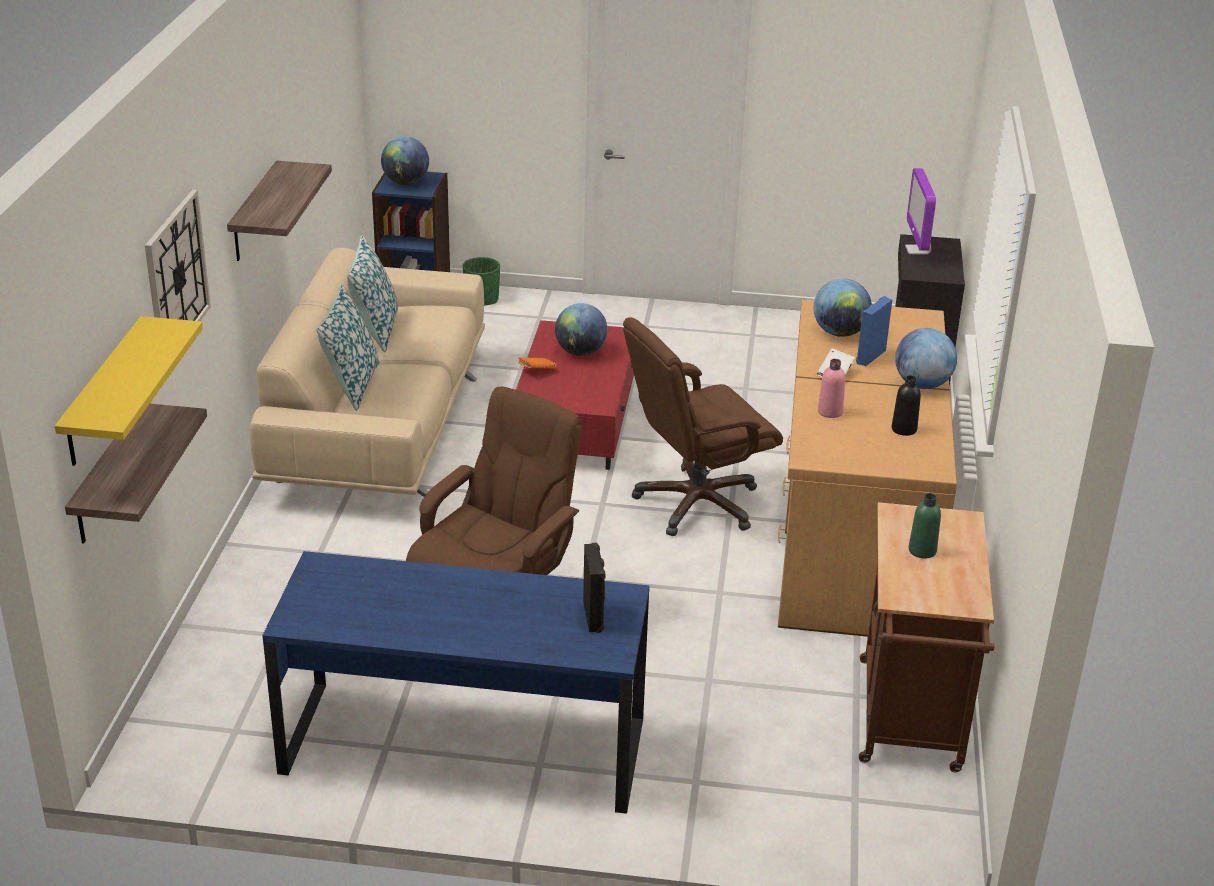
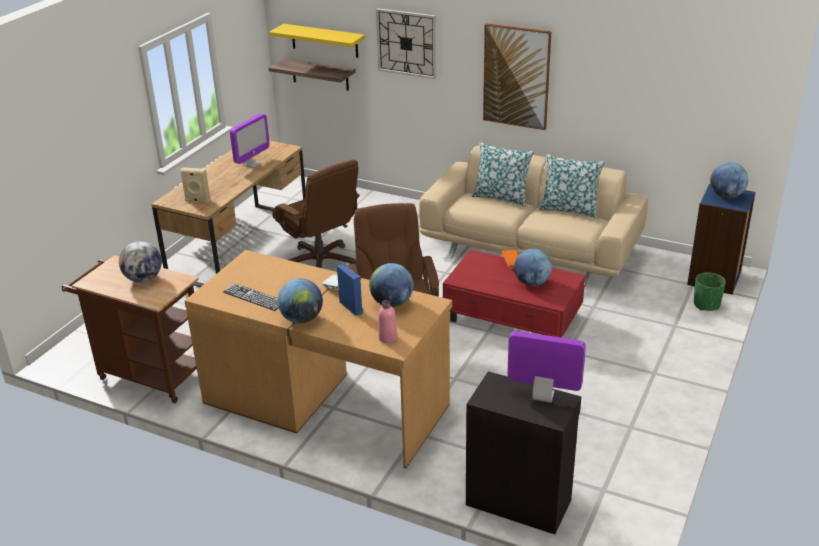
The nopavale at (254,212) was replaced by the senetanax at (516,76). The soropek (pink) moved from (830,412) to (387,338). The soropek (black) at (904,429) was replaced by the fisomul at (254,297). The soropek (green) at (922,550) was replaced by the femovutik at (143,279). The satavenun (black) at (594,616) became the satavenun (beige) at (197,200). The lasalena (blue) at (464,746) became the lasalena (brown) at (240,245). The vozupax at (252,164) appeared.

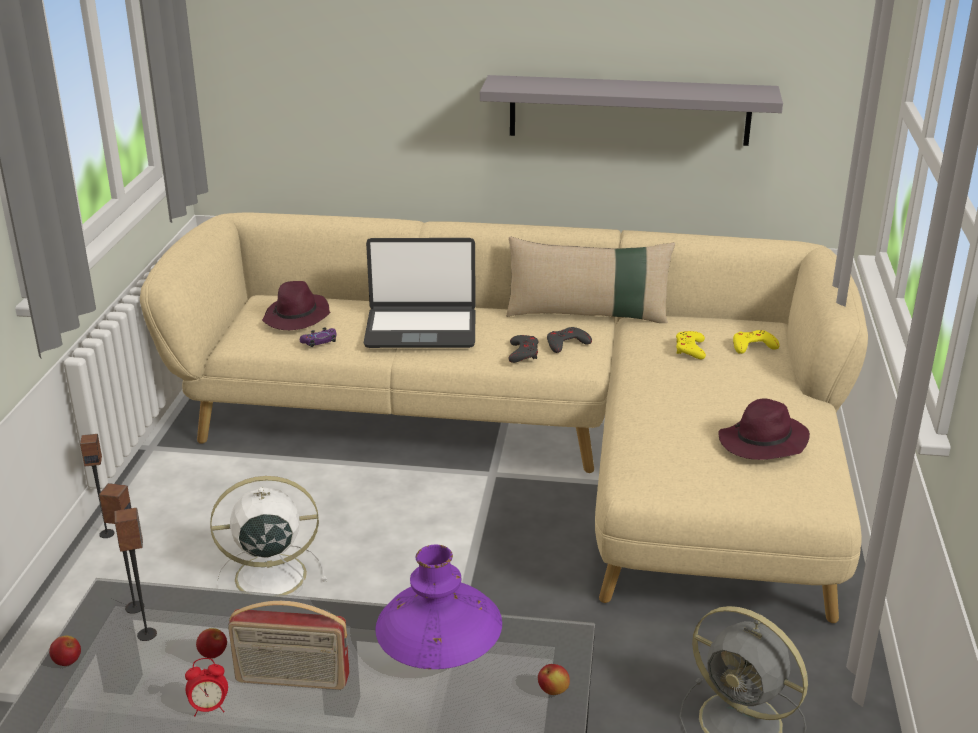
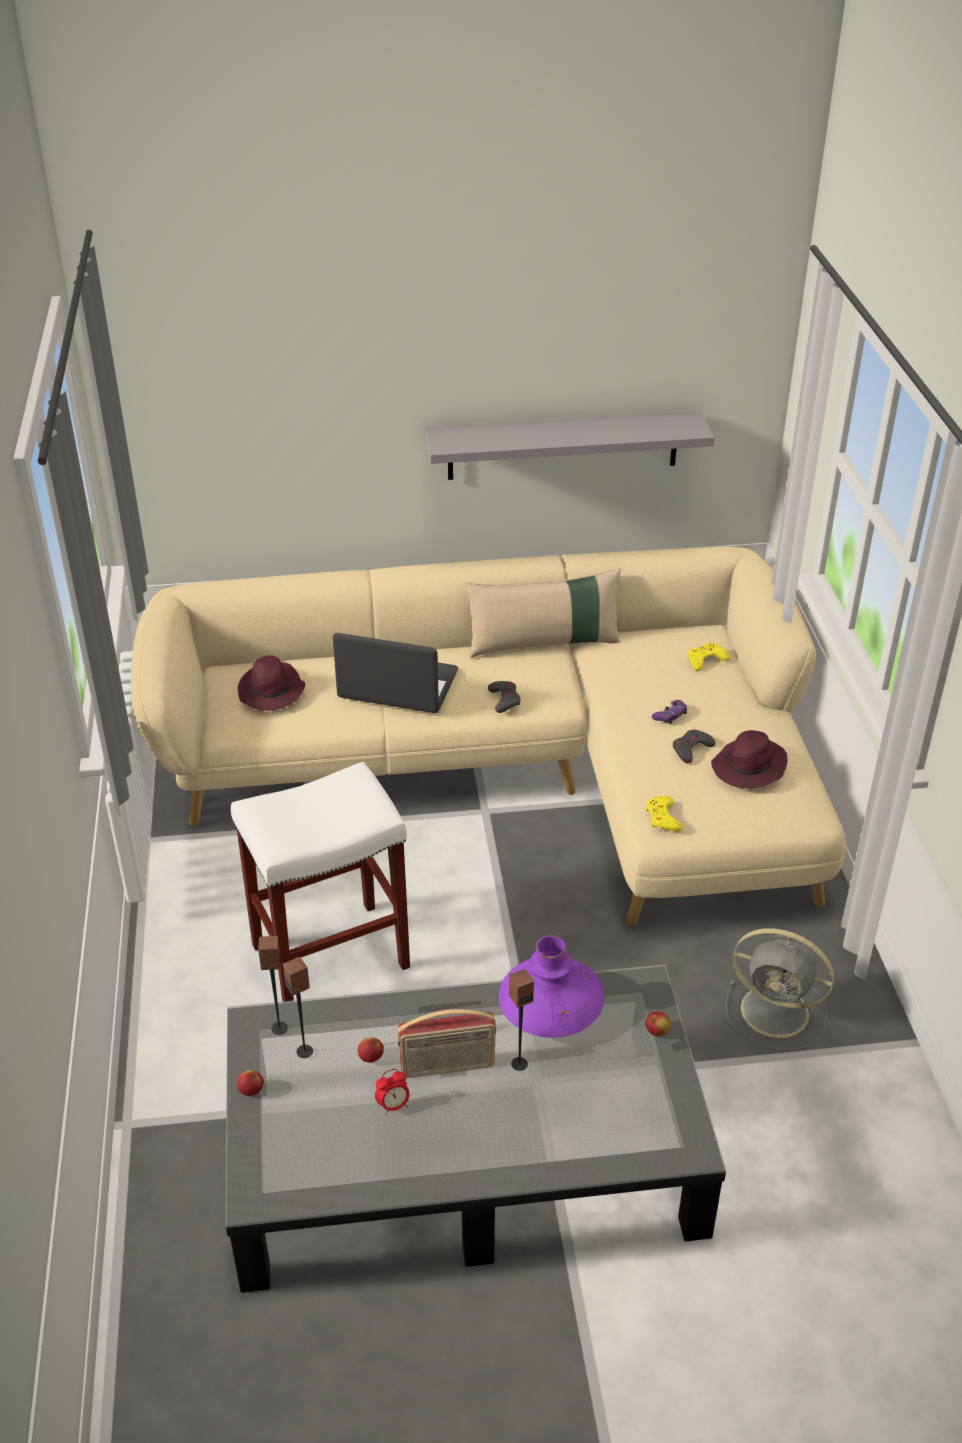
The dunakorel at (421,329) turned 150 degrees counterclockwise. The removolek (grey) moved from (566,343) to (691,749). The removolek (purple) moved from (319,342) to (670,715). The removolek (yellow) moved from (690,349) to (663,818). The satavenun moved from (107,533) to (519,1063). The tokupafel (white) at (267,577) was replaced by the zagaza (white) at (329,957).

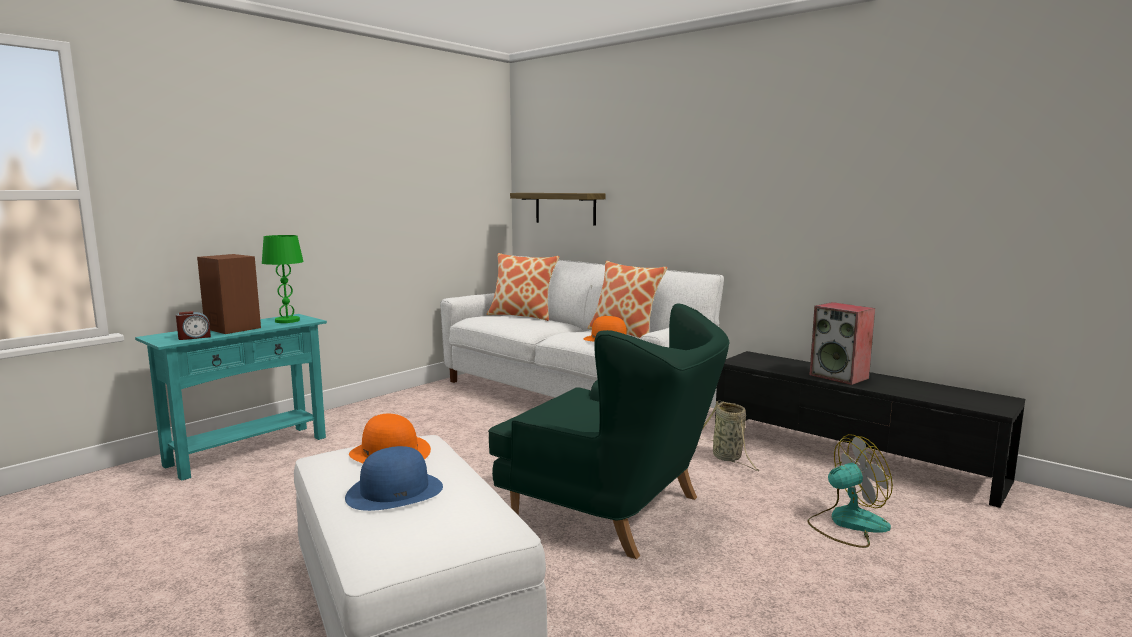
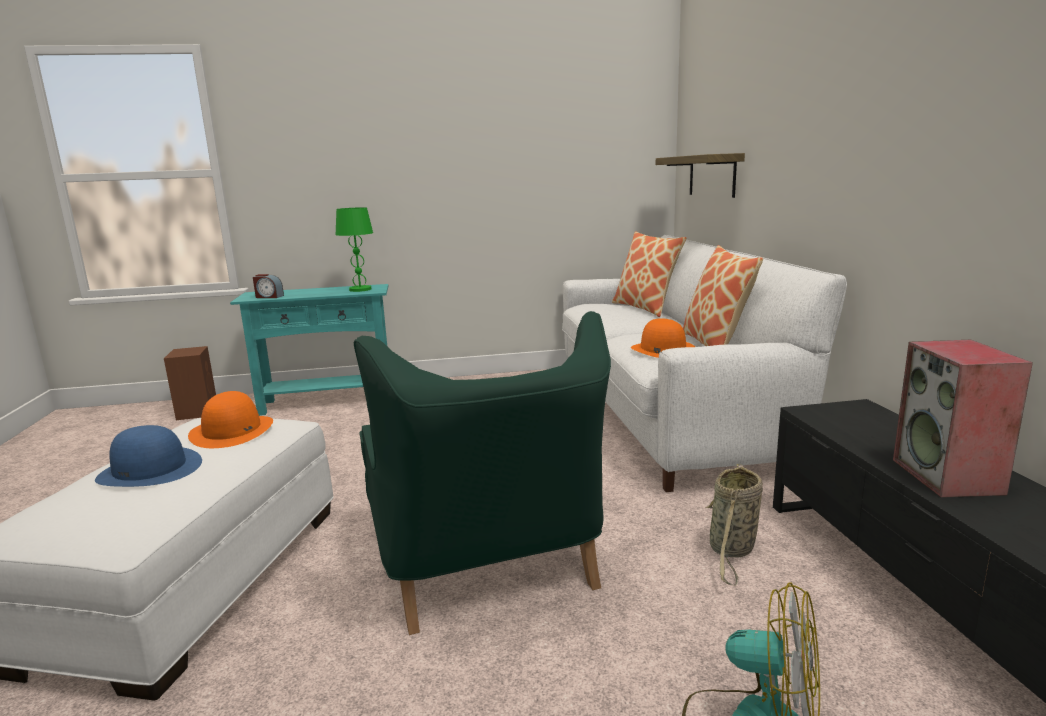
The satavenun (brown) moved from (232,328) to (197,411).

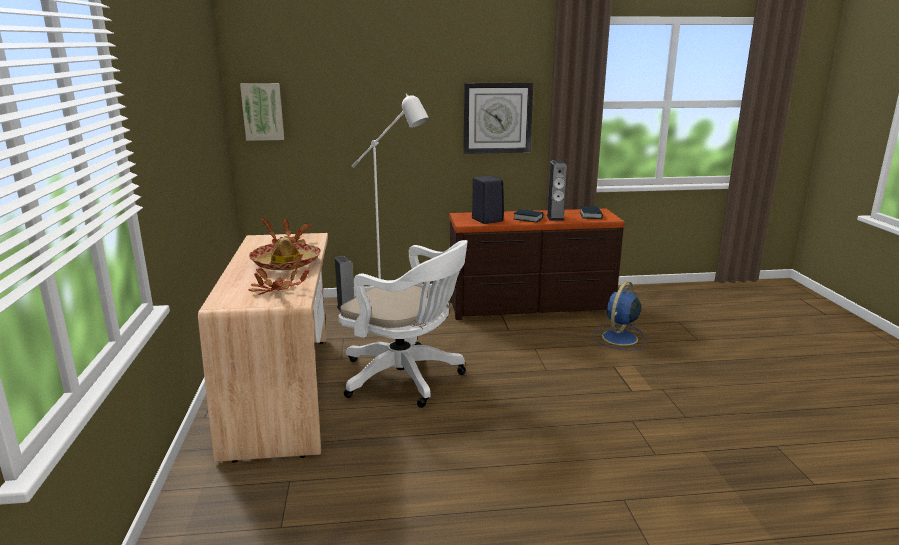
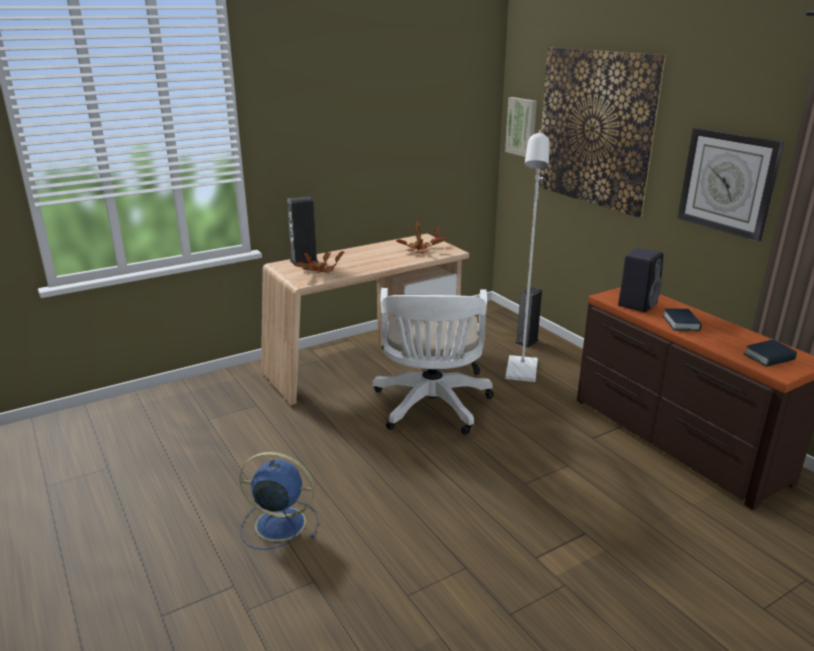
The satavenun moved from (555,217) to (304,261). The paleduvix at (286,264) disappeared. The tokupafel (blue) moved from (619,338) to (278,524). The senetanax at (595,128) appeared.

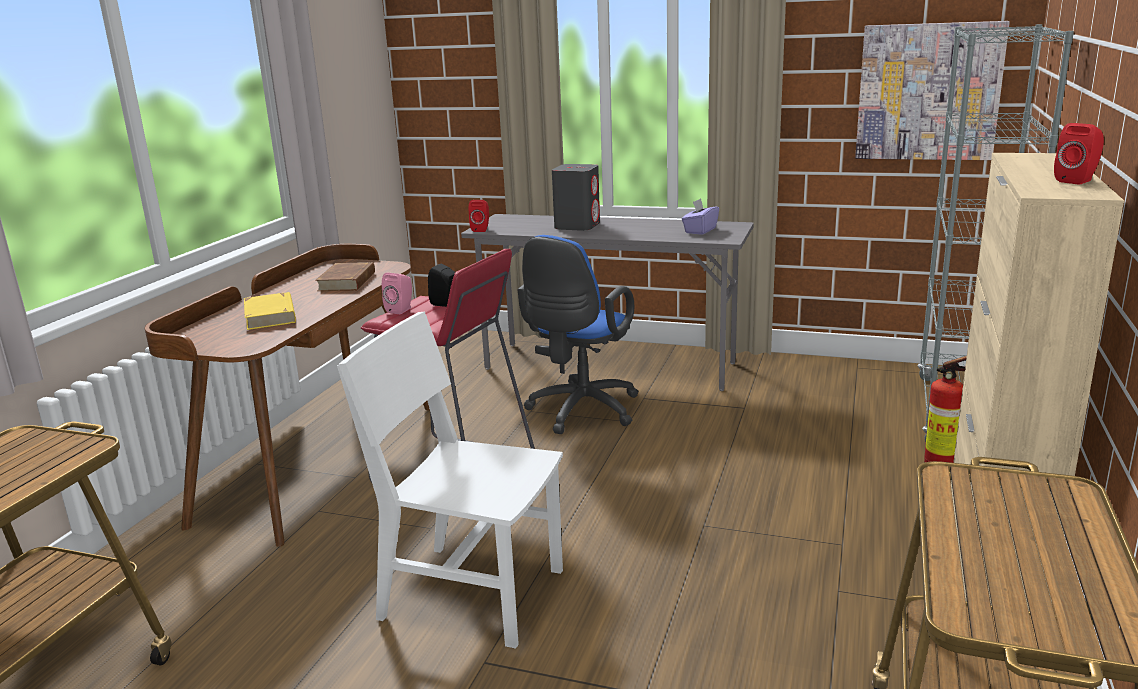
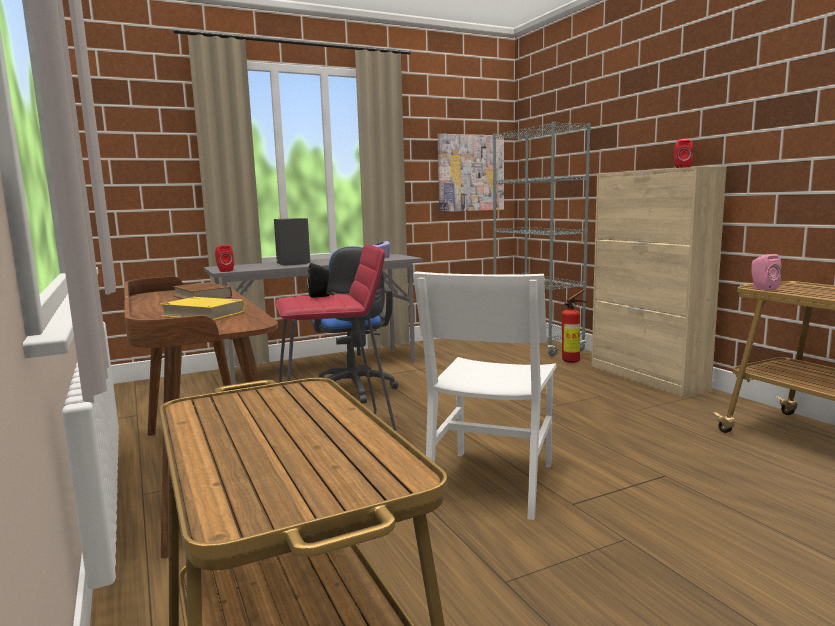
The satavenun (pink) moved from (401,310) to (762,288). The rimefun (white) at (472,593) turned 45 degrees counterclockwise.

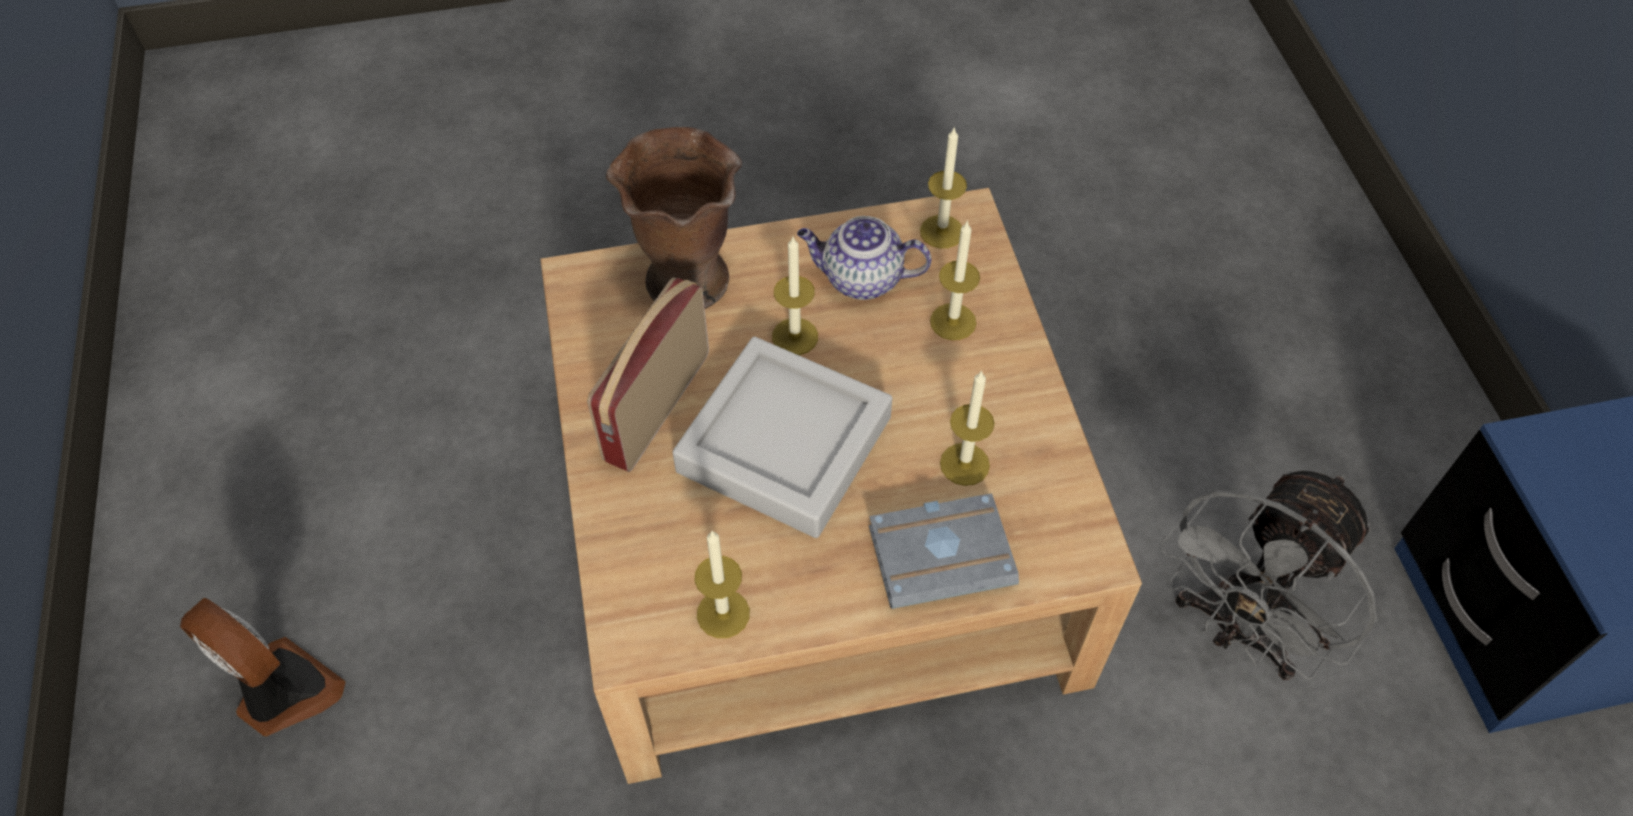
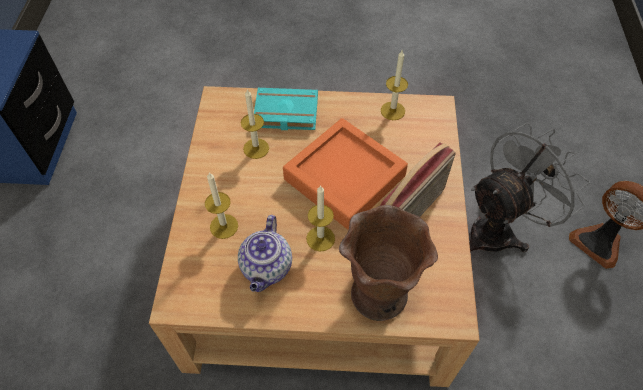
The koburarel at (941,231) disappeared. The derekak at (860,279) turned 75 degrees clockwise. The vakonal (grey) at (784,444) became the vakonal (orange) at (344,177). The tokupafel (grey) moved from (1237,630) to (498,230). The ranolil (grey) at (943,552) became the ranolil (turquoise) at (284,114).

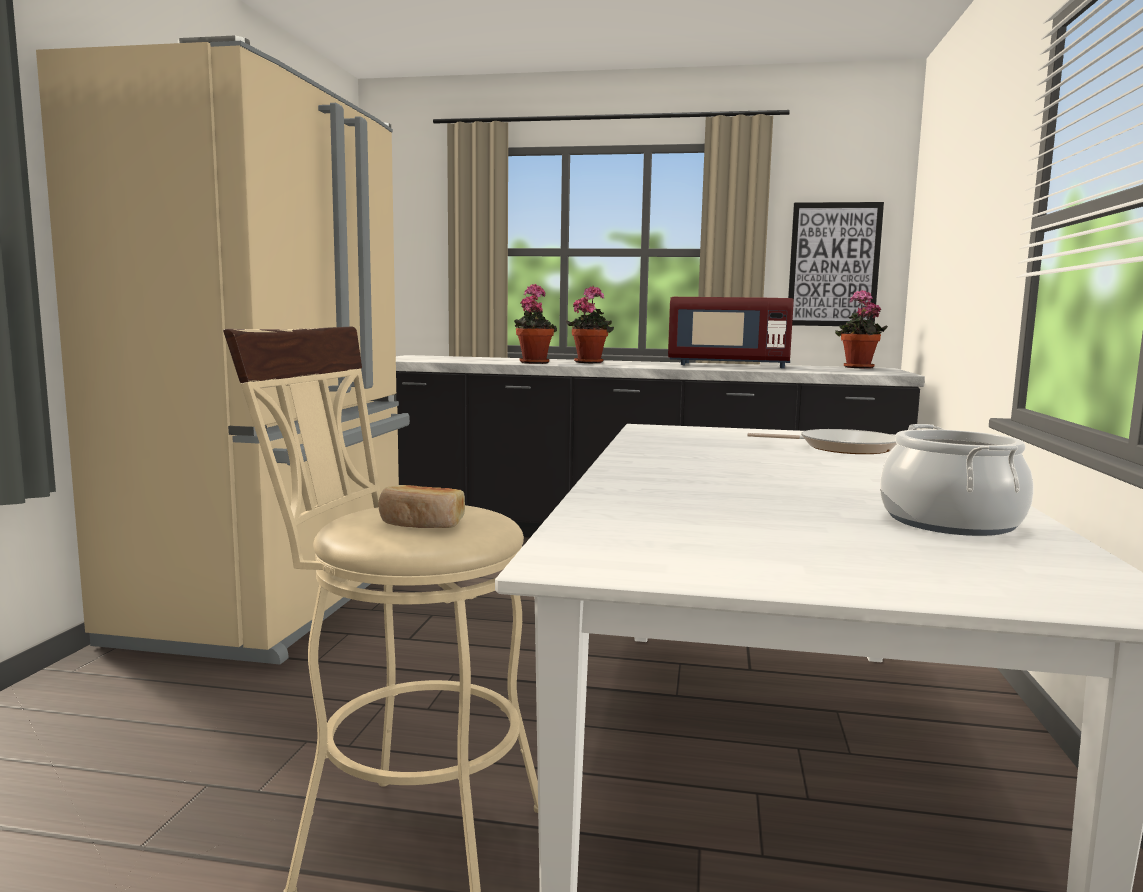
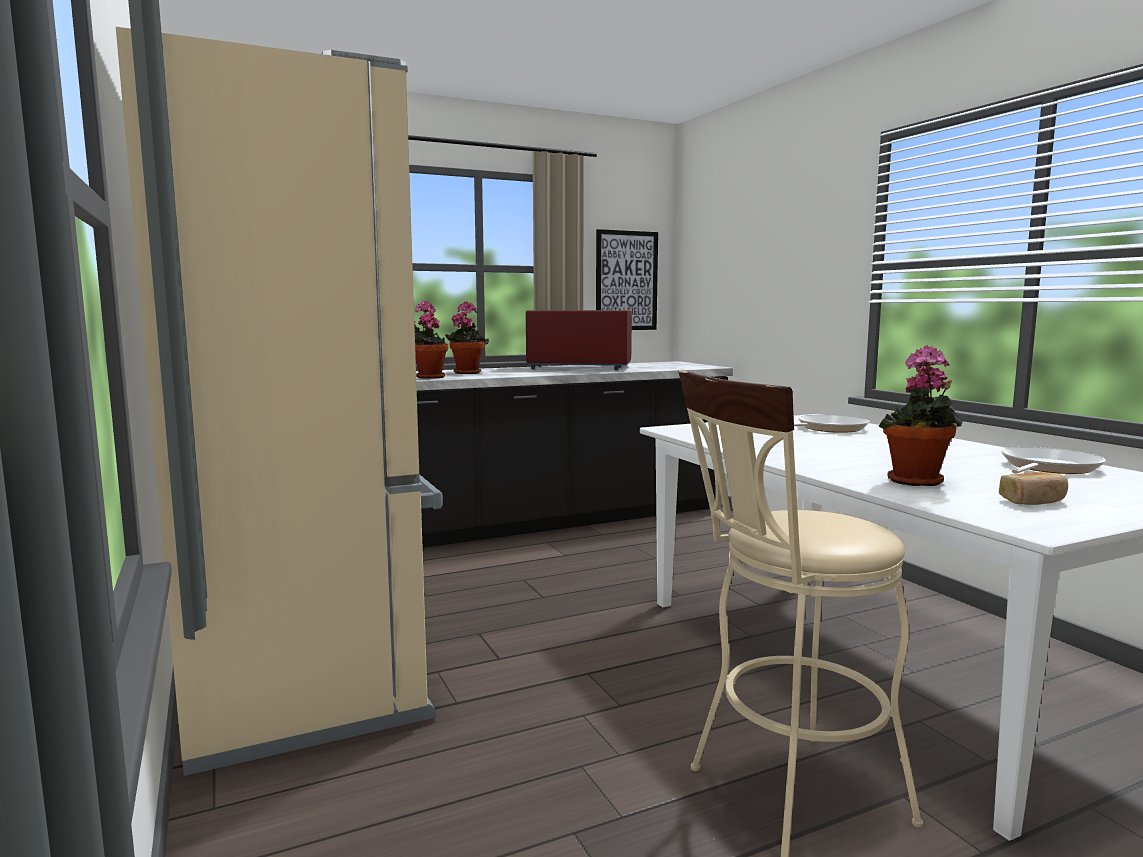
The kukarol moved from (857,367) to (917,482). The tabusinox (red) at (729,365) turned 150 degrees counterclockwise. The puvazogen at (950,522) was replaced by the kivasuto at (1047,467). The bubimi moved from (422,524) to (1033,501).

